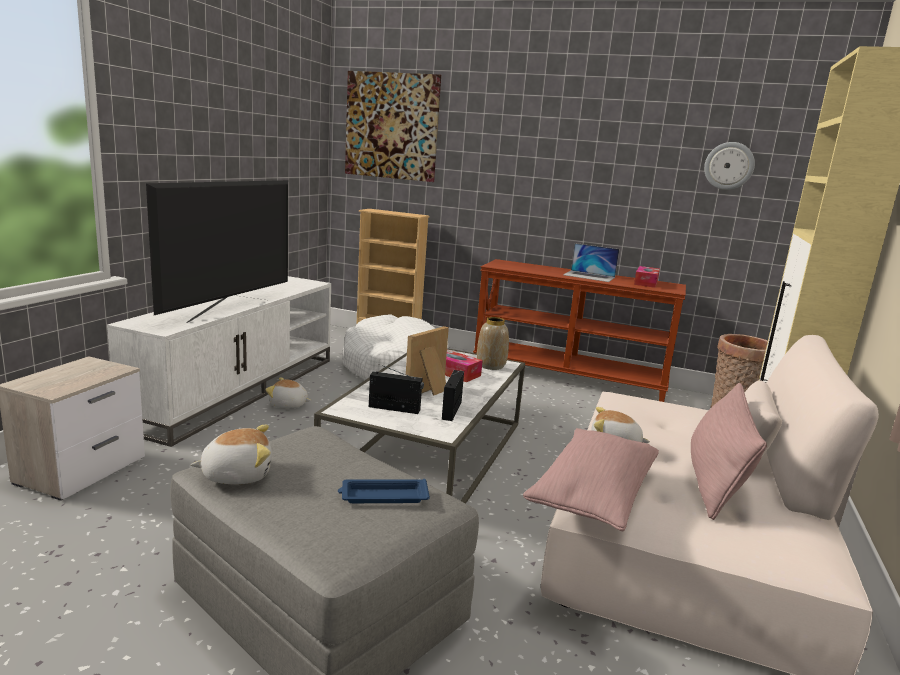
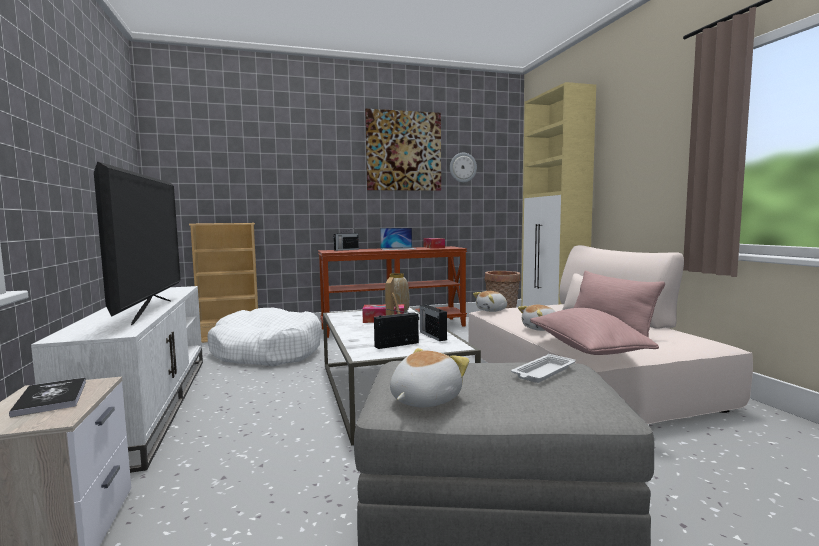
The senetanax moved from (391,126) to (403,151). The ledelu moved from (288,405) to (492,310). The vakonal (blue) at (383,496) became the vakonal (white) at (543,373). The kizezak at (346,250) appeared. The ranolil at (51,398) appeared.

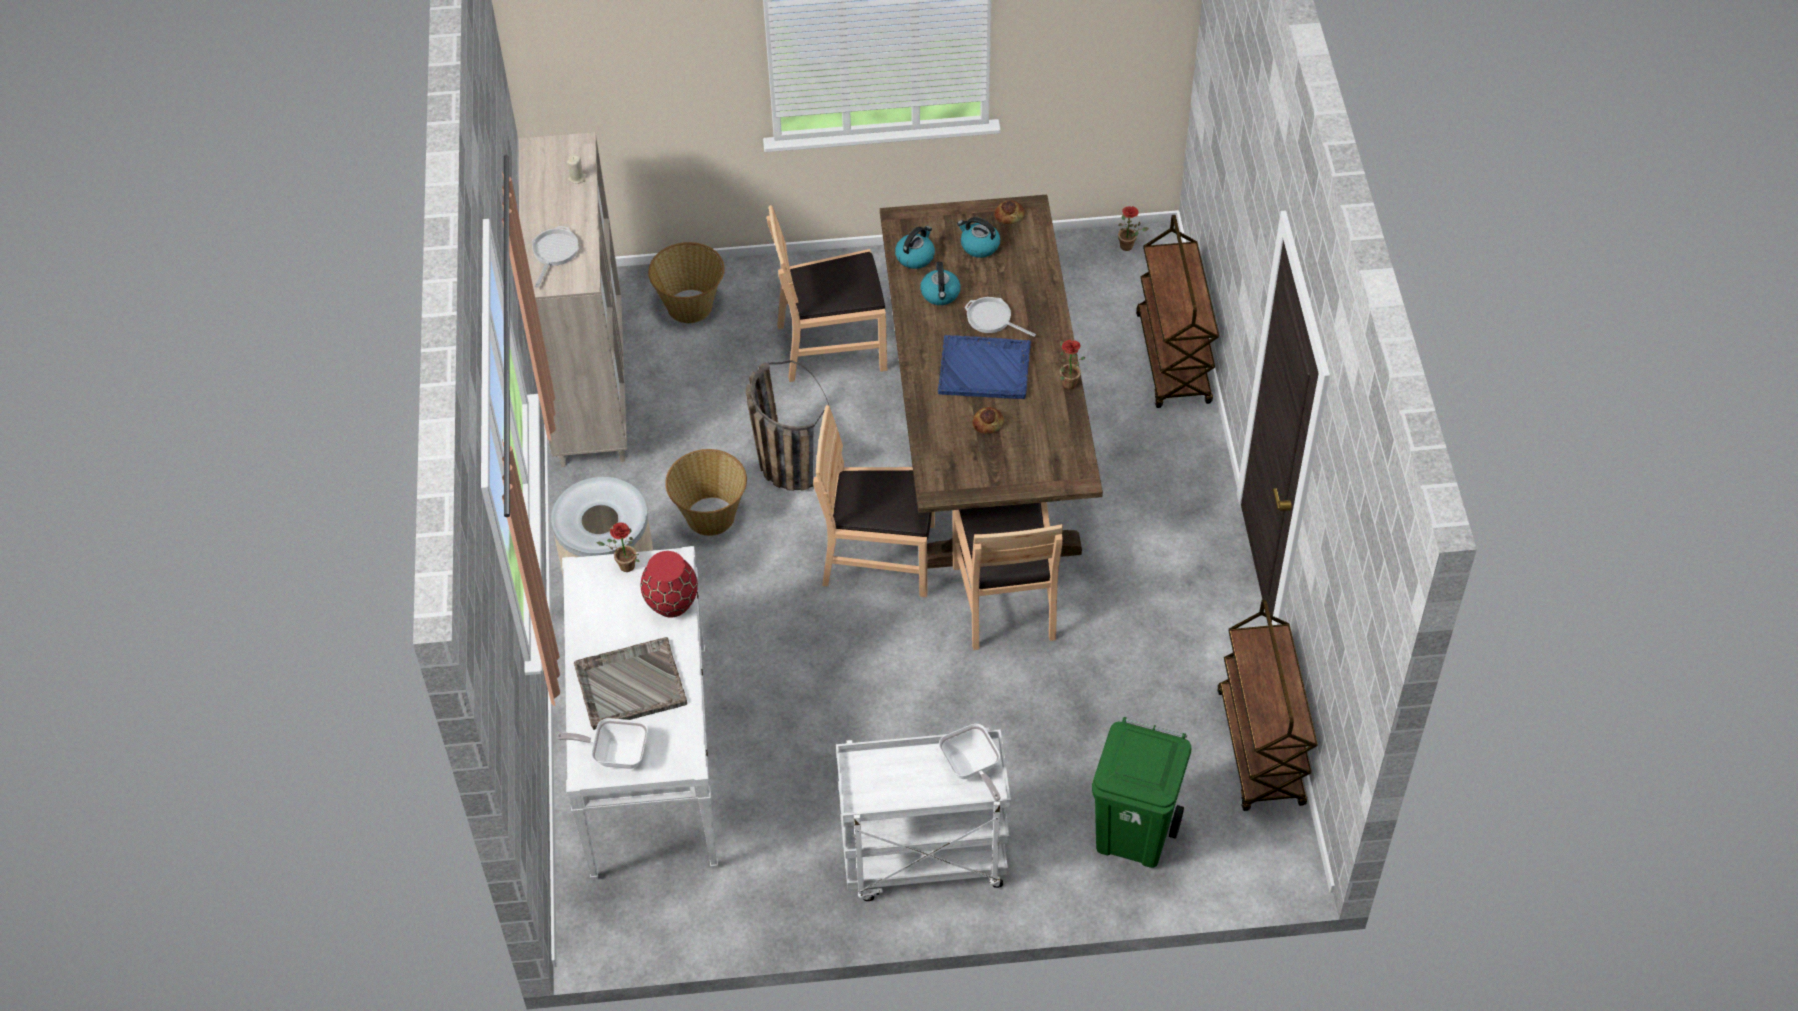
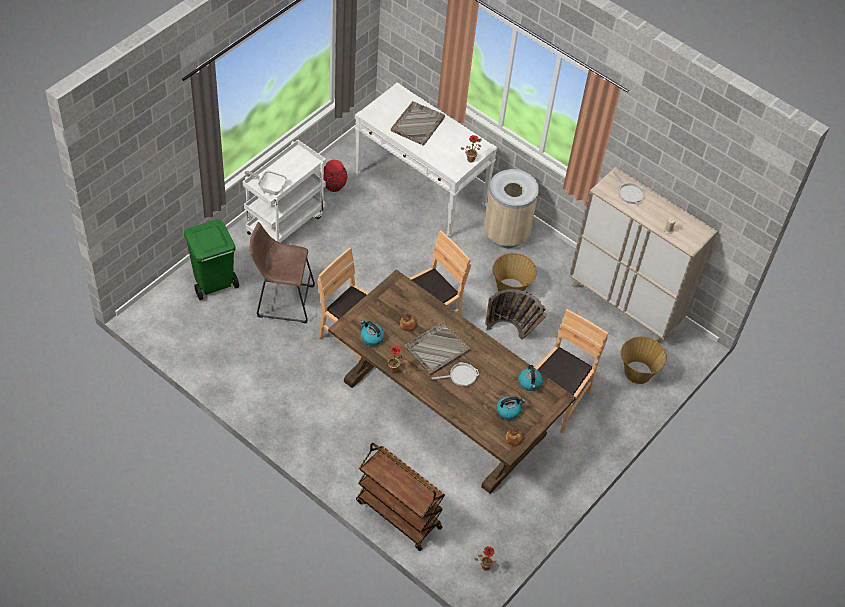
The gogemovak moved from (940,294) to (371,337). The vakonal (blue) at (985,369) became the vakonal (grey) at (436,349). The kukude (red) moved from (671,603) to (334,185). The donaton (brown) at (1261,749) disappeared. The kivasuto at (615,754) disappeared. The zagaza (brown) at (282,300) appeared.

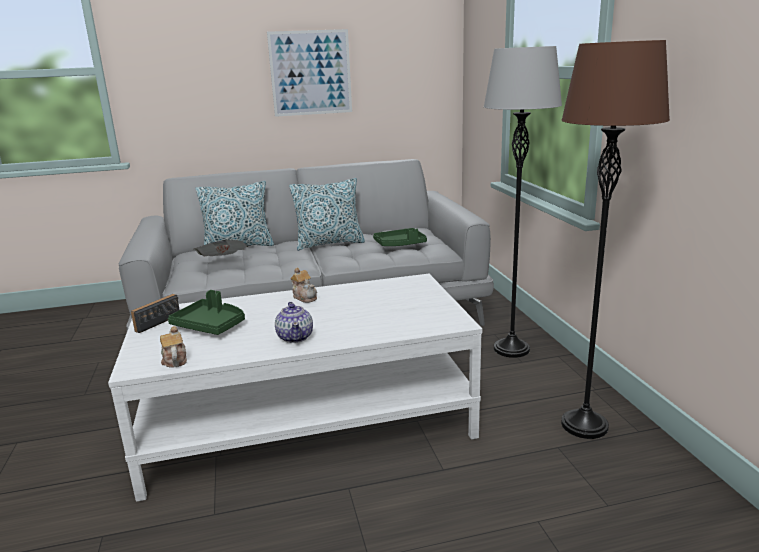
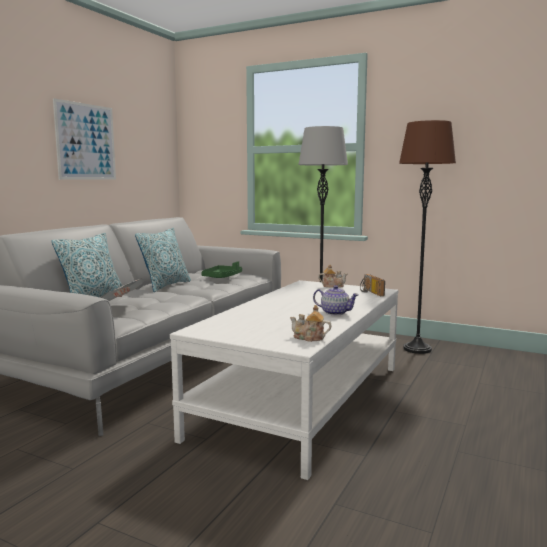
The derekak moved from (305,297) to (332,286). The vakonal (green) at (210,325) disappeared. The kizezak moved from (156,321) to (370,292).

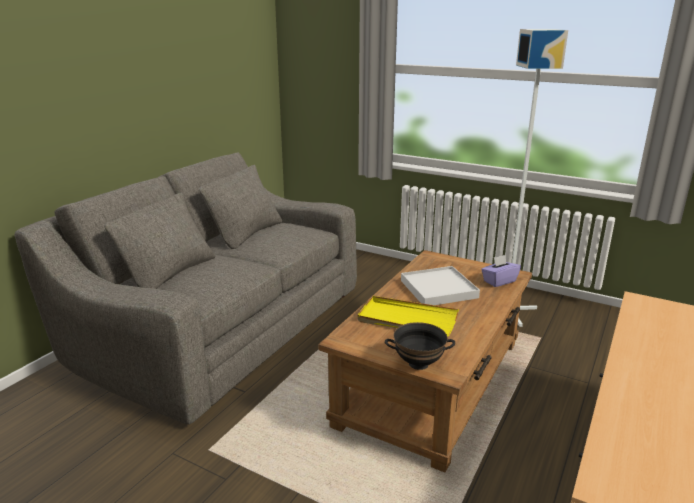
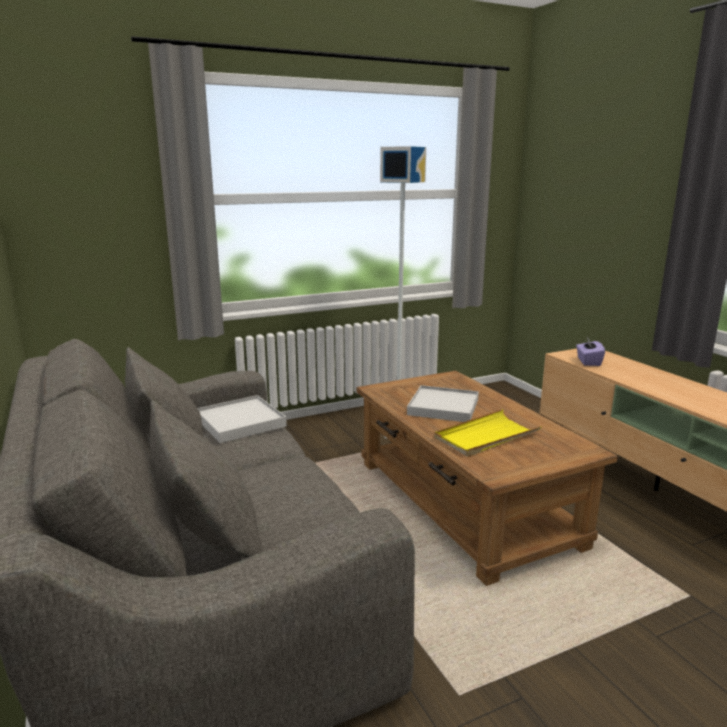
The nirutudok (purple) moved from (499,281) to (588,362). The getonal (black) at (418,363) disappeared. The vakonal (white) at (240,422) appeared.

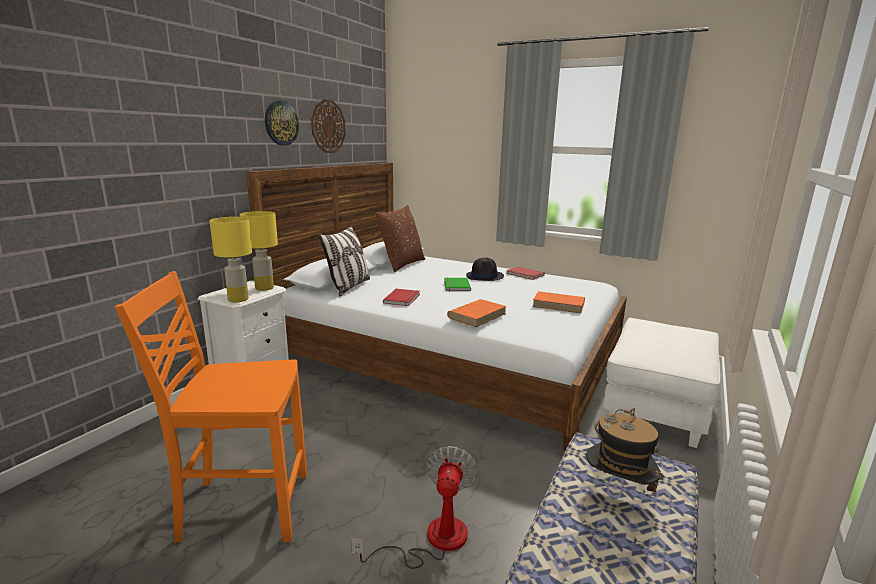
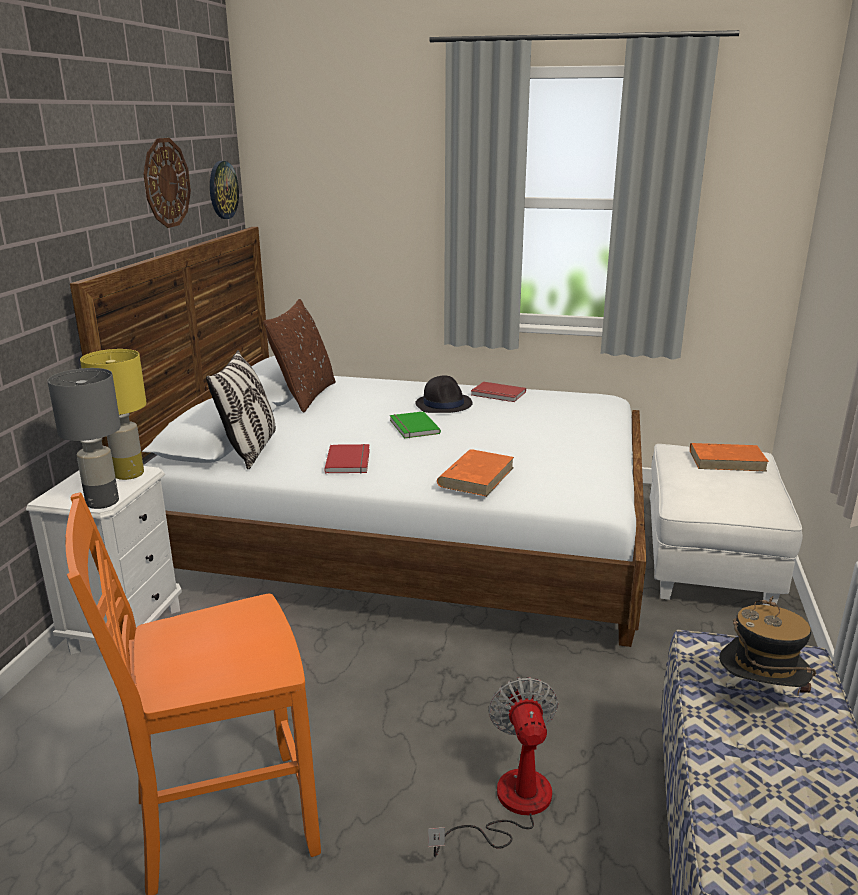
The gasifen moved from (281,123) to (222,190). The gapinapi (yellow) at (238,300) became the gapinapi (grey) at (102,502). The ranolil (orange) moved from (559,305) to (727,460).

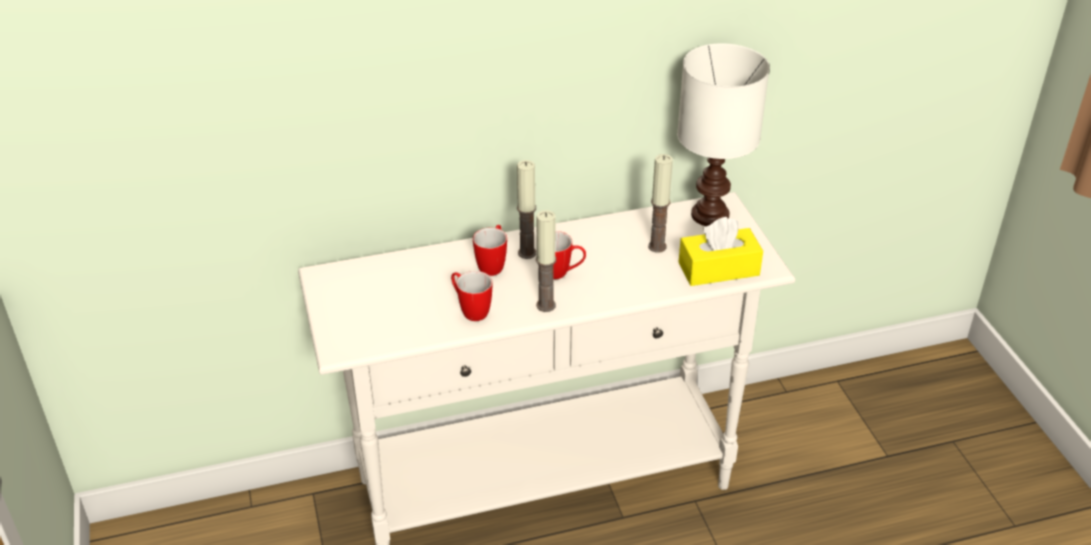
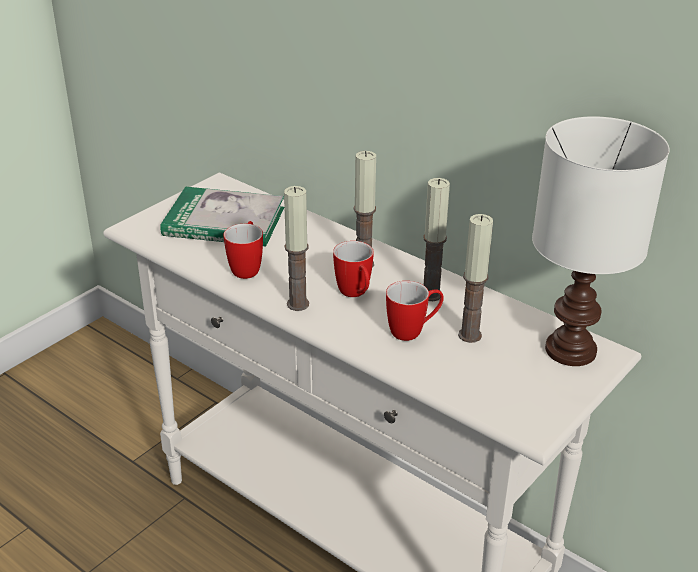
The nirutudok (yellow) at (718,269) disappeared. The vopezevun moved from (493,265) to (413,331). The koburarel at (431,295) appeared. The ranolil at (224,222) appeared.

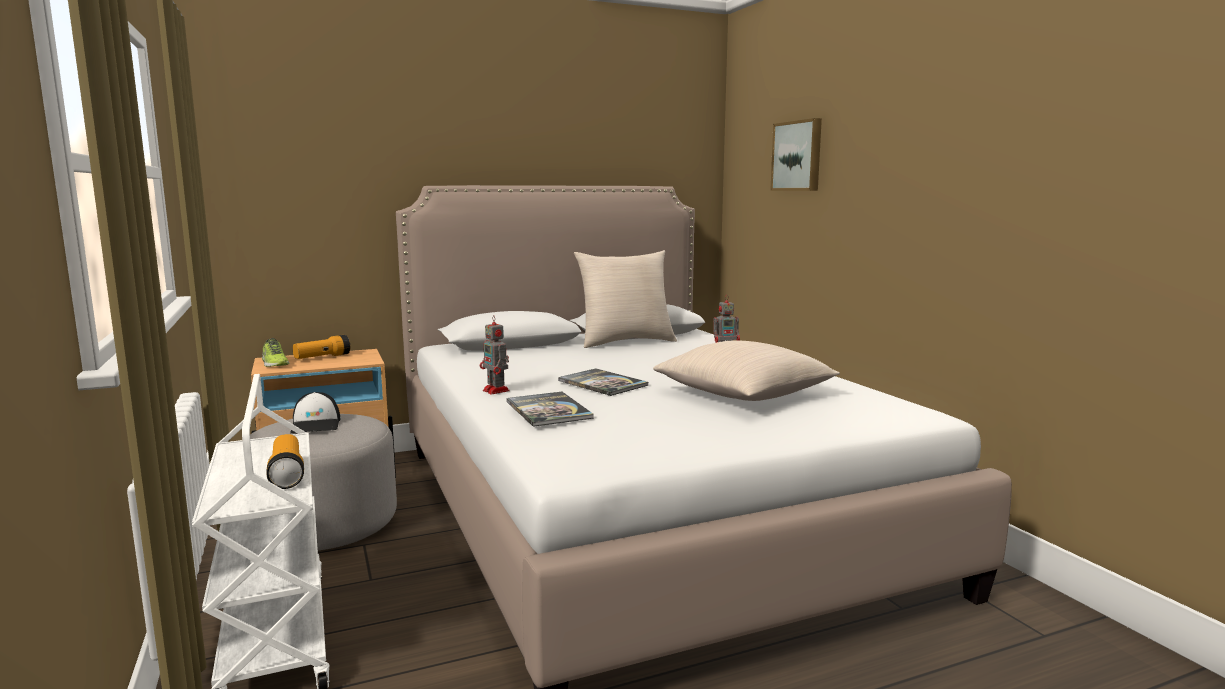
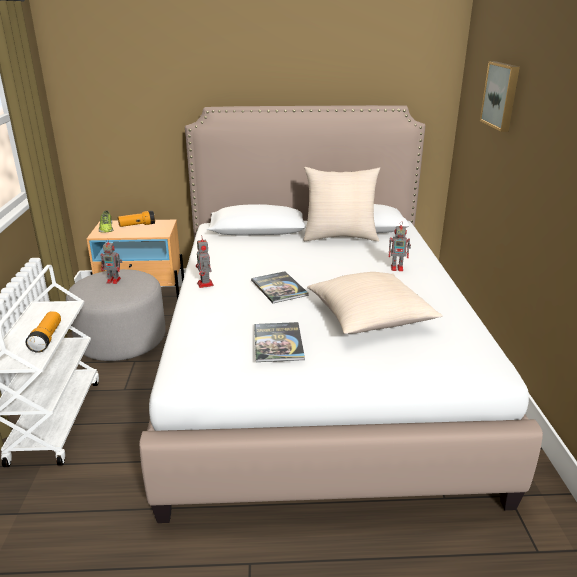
The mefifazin at (316,425) was replaced by the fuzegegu at (114,280). The ranolil moved from (548,410) to (278,343).

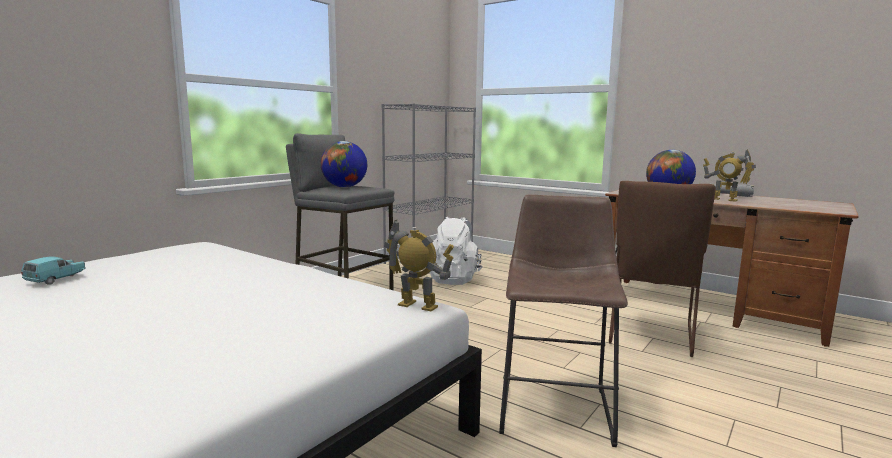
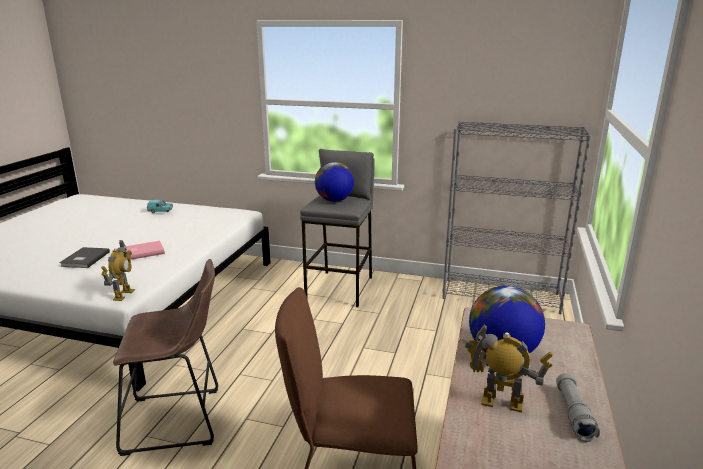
The fuzegegu at (724,199) turned 90 degrees clockwise. The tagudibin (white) at (453,279) disappeared. The ranolil (pink) at (142,252) appeared. The ranolil (grey) at (84,259) appeared.

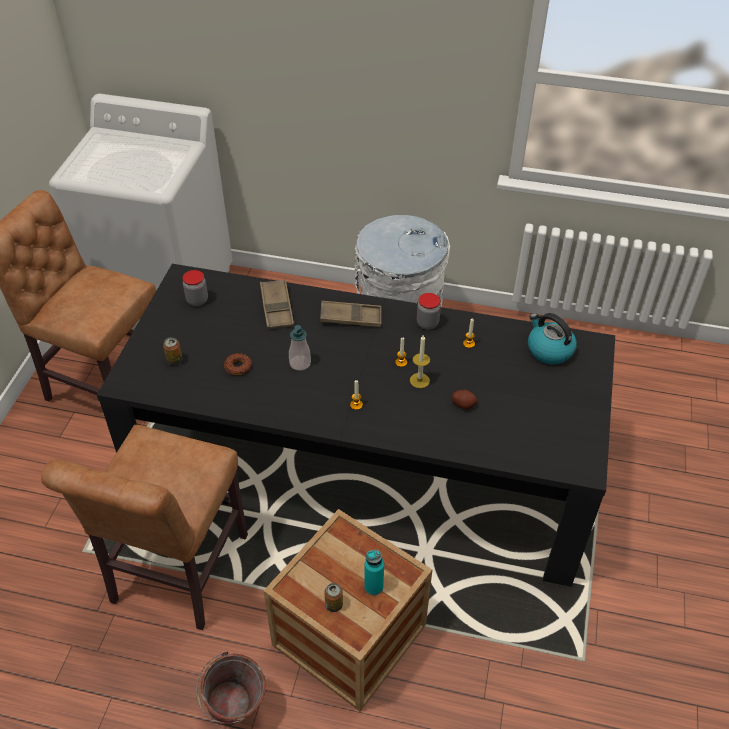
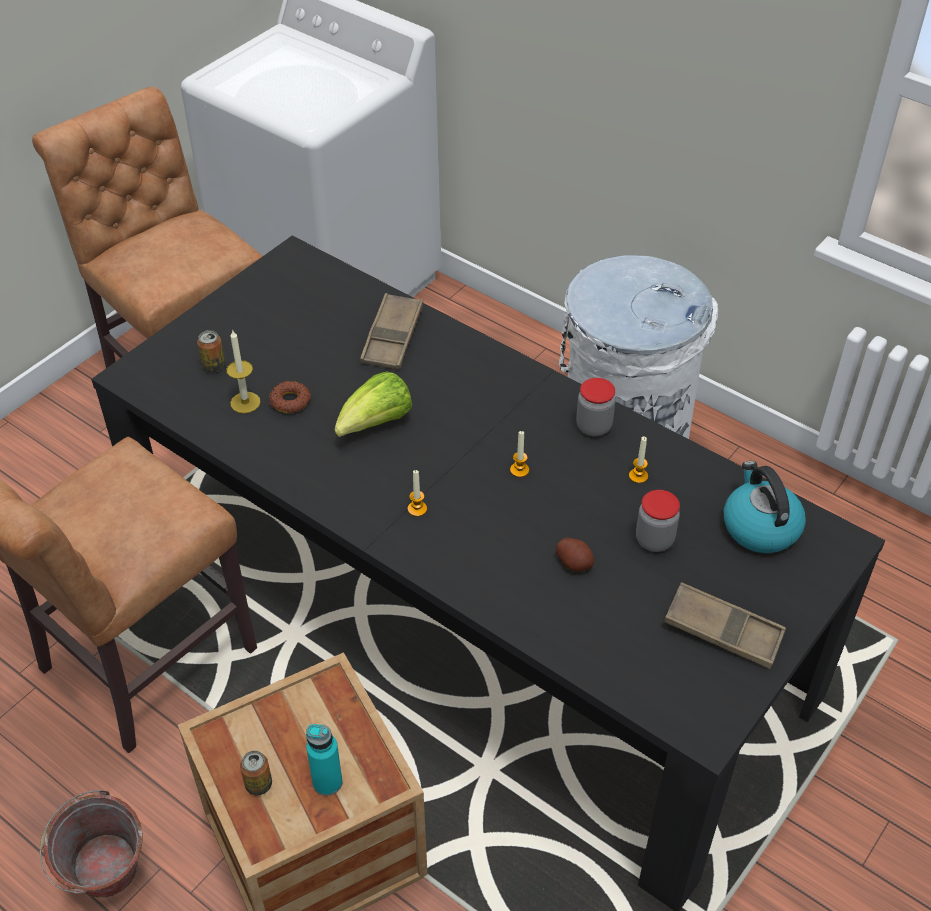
The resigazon moved from (197,300) to (654,540). The vakonal (brown) moved from (351,318) to (723,631). The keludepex at (300,363) was replaced by the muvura at (376,424). The koburarel moved from (419,380) to (245,402).

